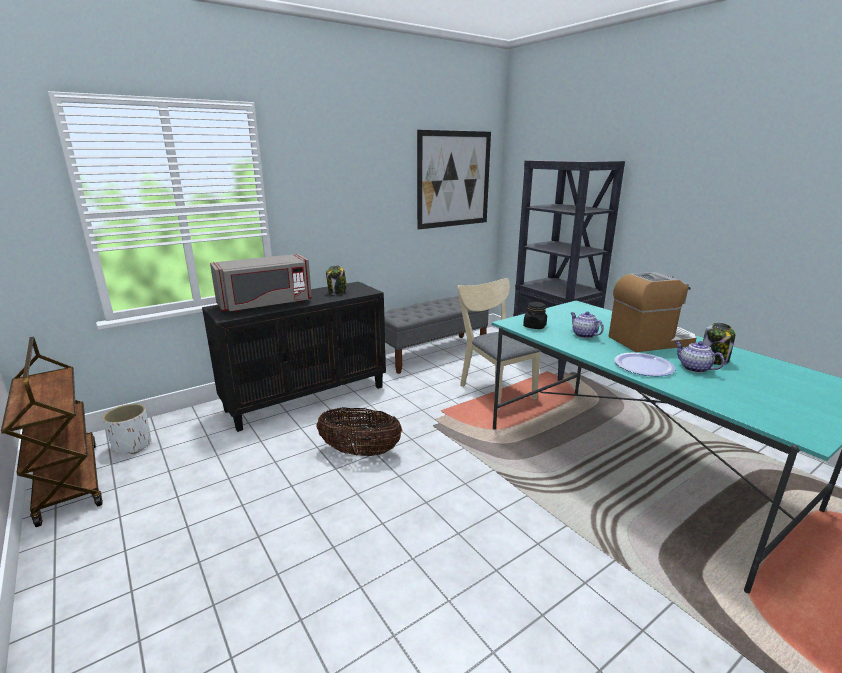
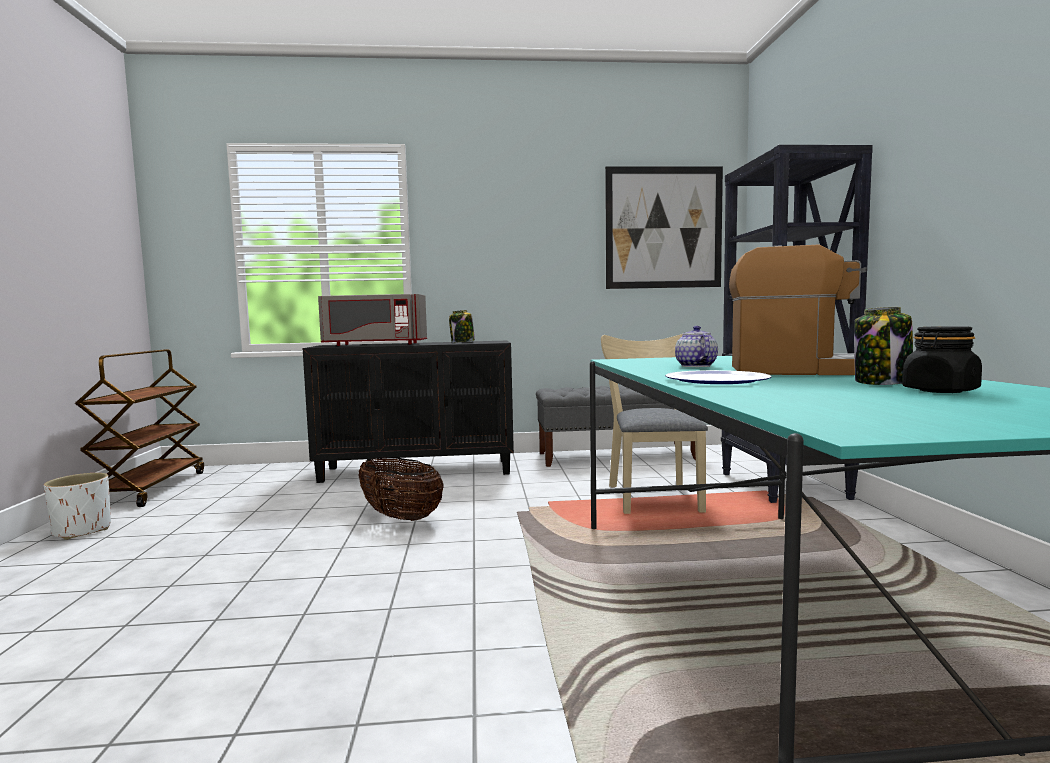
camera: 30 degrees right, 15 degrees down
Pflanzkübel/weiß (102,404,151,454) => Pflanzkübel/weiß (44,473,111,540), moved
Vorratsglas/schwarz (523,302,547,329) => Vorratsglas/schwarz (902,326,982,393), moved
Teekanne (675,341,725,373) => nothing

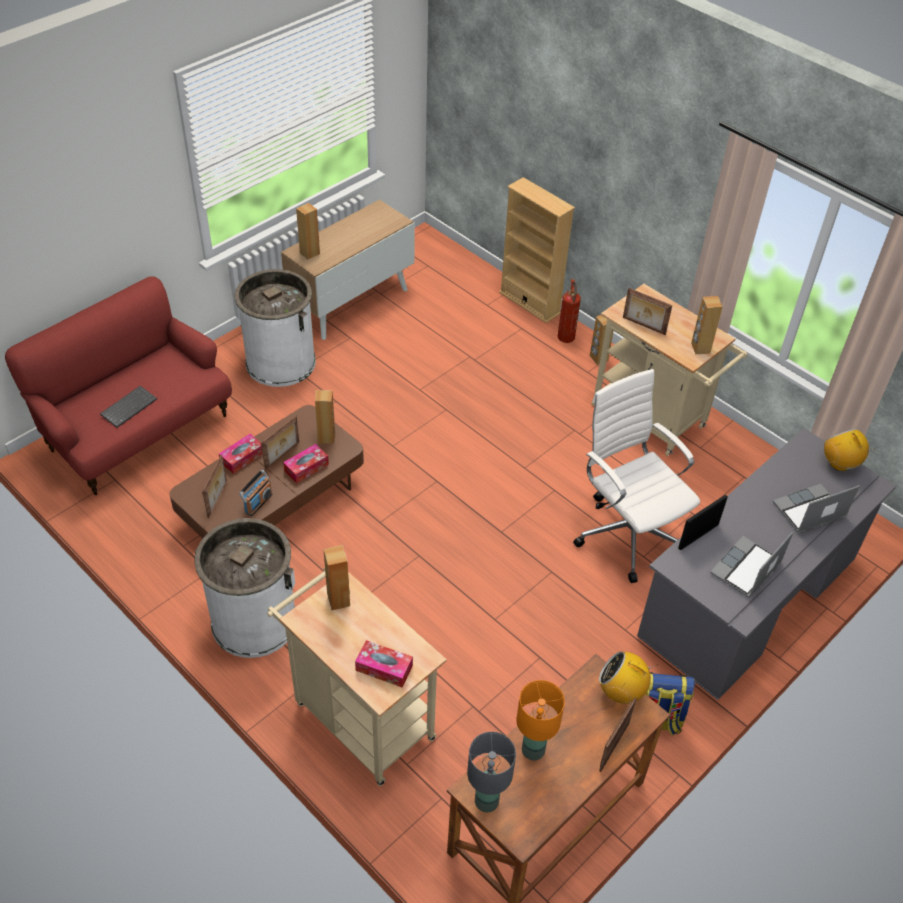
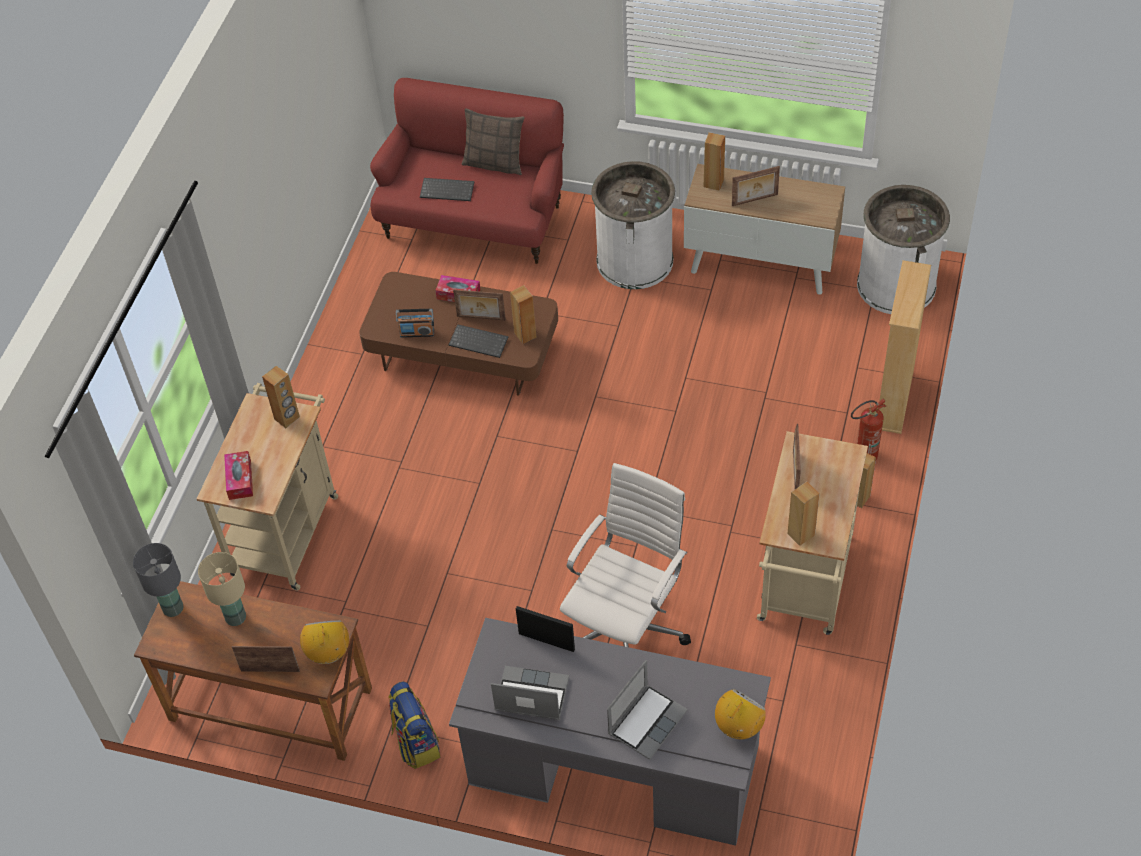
camera: 65 degrees right, 5 degrees up
Tischlampe/orange (516,680,565,761) => Tischlampe/beige (198,552,246,626)
Taschentuchbox (283,444,329,484) => Tastatur (449,324,508,358)
nothing => Kissen (462,108,525,175)
Laptop (773,484,860,534) => Laptop (607,660,688,760), 90 degrees clockwise
Bilderrahmen (202,454,227,518) => Bilderrahmen (732,166,780,206), moved
Mülleimer/weiß (194,518,295,658) => Mülleimer/weiß (857,185,950,314), moved

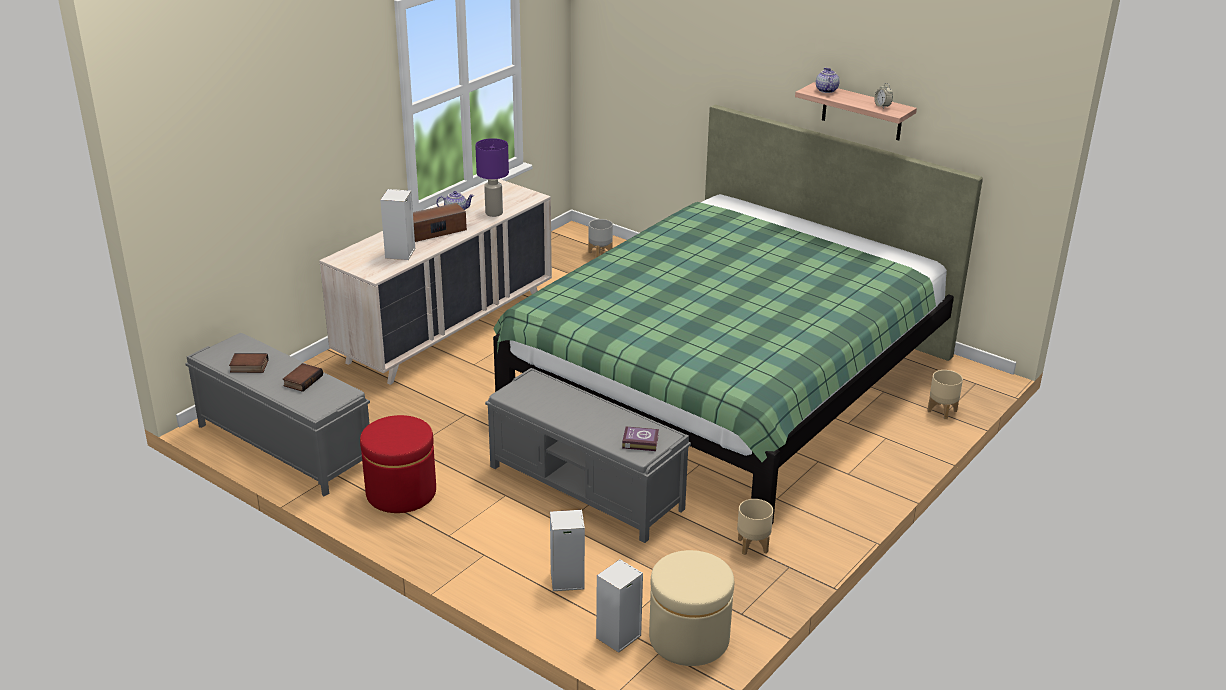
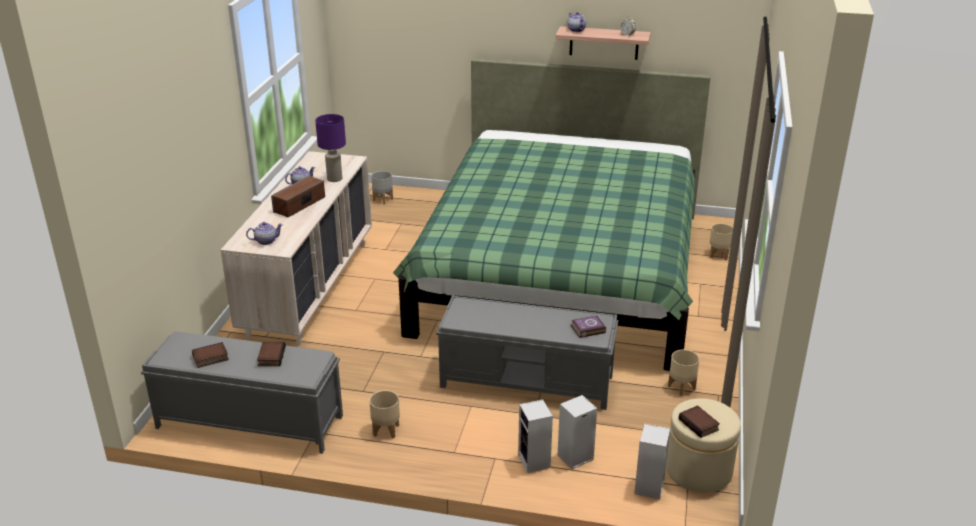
camera: 25 degrees left, 0 degrees up
nothing => Teekanne (246,222,283,245)
Polsterhocker/rot (360,415,436,513) => Pflanzkübel/beige (369,390,400,439)
Lautsprecher (380,189,415,260) => Lautsprecher (518,399,553,473), moved
nothing => Buch (679,405,720,438)

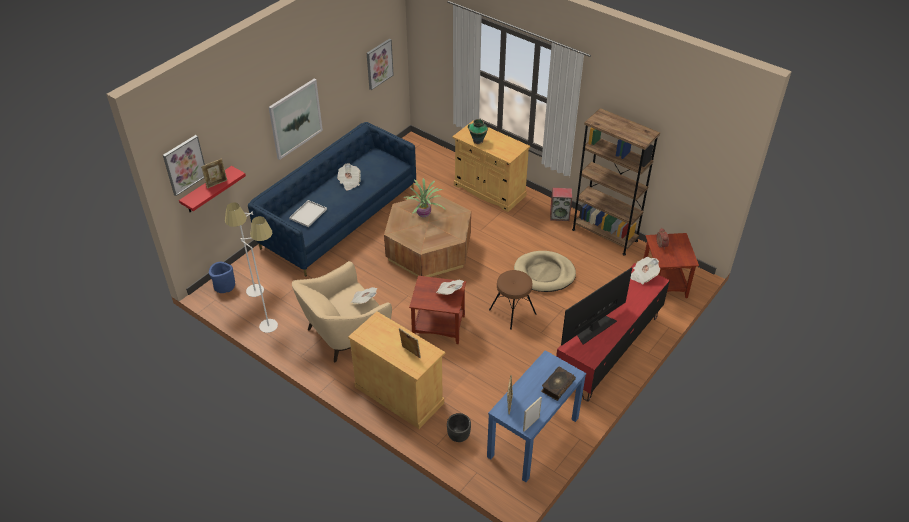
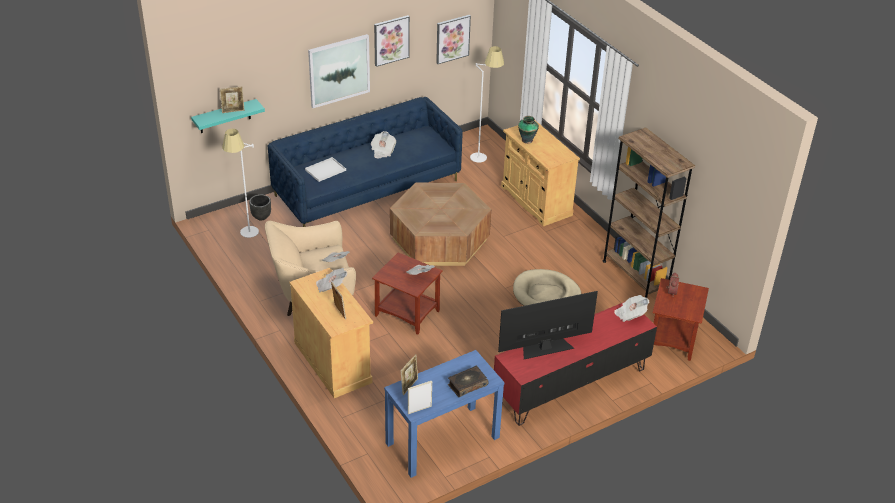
camera: 20 degrees right, 5 degrees down
Wandregal/rot (179,166,246,212) => Wandregal/türkis (191,99,265,133)
Pflanzkübel/schwarz (447,413,471,442) => Pflanzkübel/schwarz (249,195,271,220), moved
nothing => Zeitung (316,268,347,293)
Bild (163,135,205,196) => Bild (374,15,410,67), moved
Stehlampe/weiß (241,216,278,333) => Stehlampe/weiß (470,46,504,163), moved
Pflanzkübel/blau (209,262,235,293) => nothing
Topfpflanze (404,178,446,217) => nothing
Hocker/braun (489,270,536,330) => nothing
Lautsprecher (550,188,572,221) => nothing

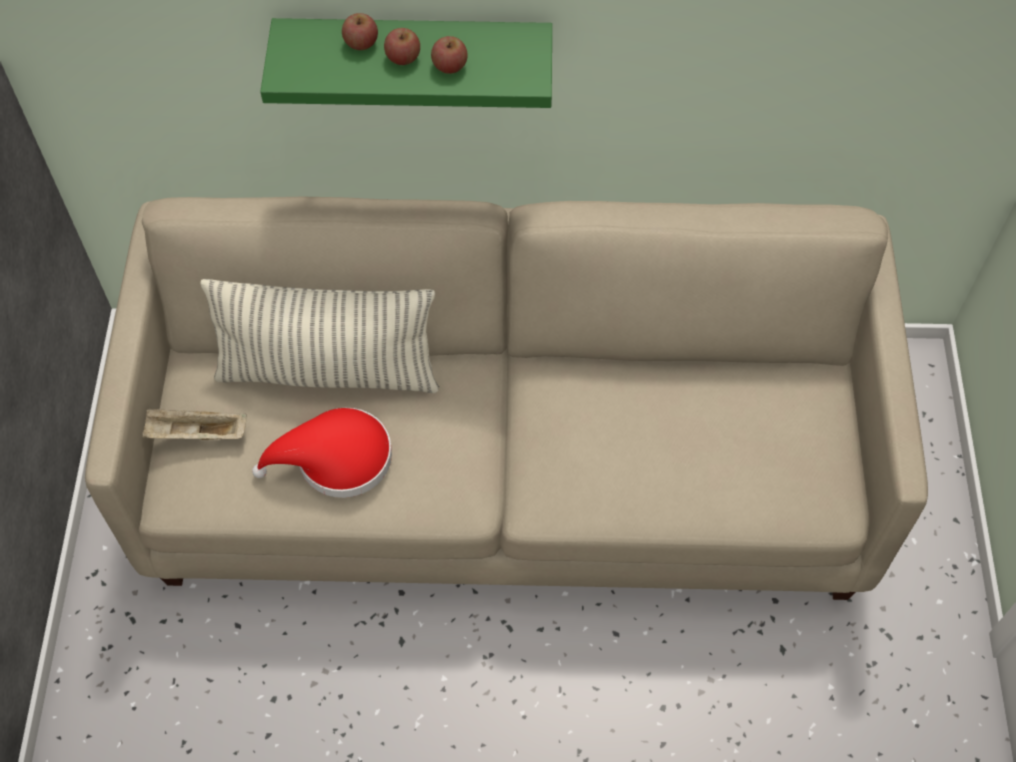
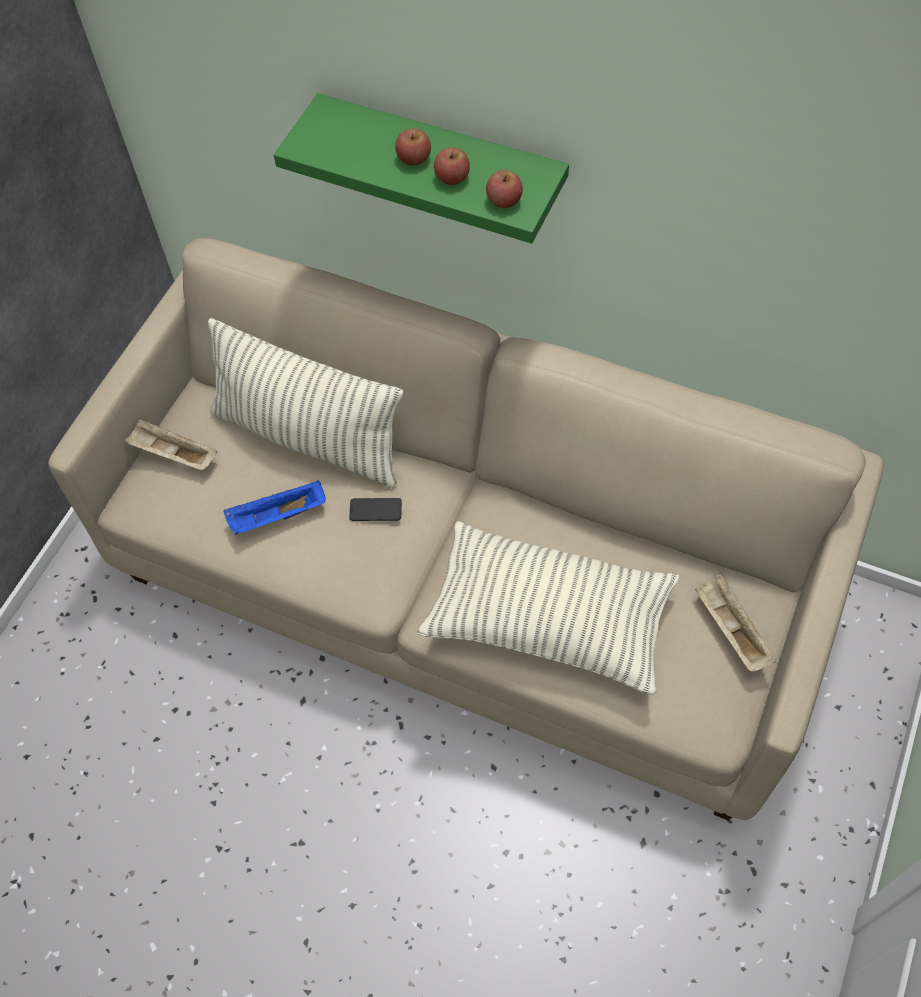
camera: 25 degrees right, 0 degrees up
Hut/rot (252,408,392,498) => Tablett/blau (223,480,326,535)
nothing => Handy (349,498,402,521)
nothing => Kissen (418,521,679,695)
Apfel (342,13,378,50) => Apfel (486,170,523,208), moved
nothing => Tablett/beige (695,573,776,672)

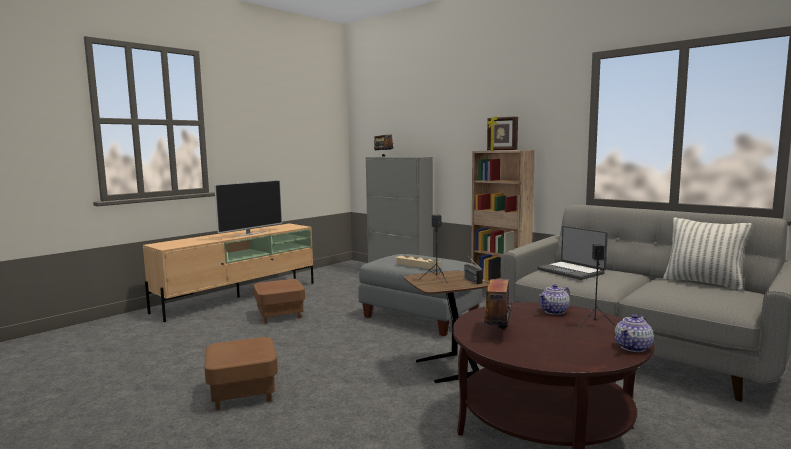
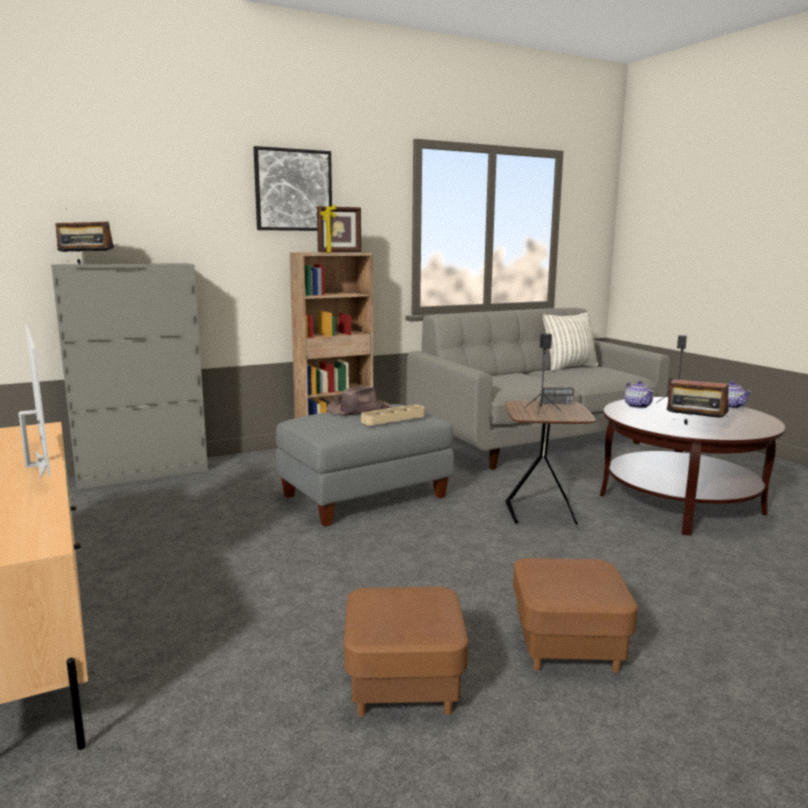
camera: 70 degrees left, 5 degrees up
nothing => Bild (254,146,332,231)
nothing => Hut/braun (326,385,392,416)
Polsterhocker/braun (253,279,305,323) => Polsterhocker/braun (344,587,468,717), moved
Laptop (537,226,608,280) => nothing

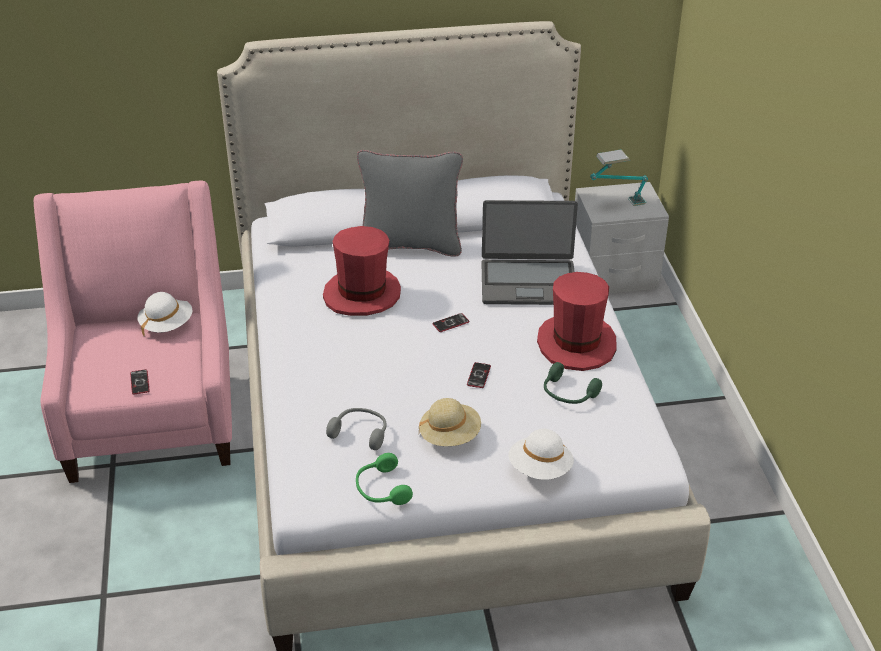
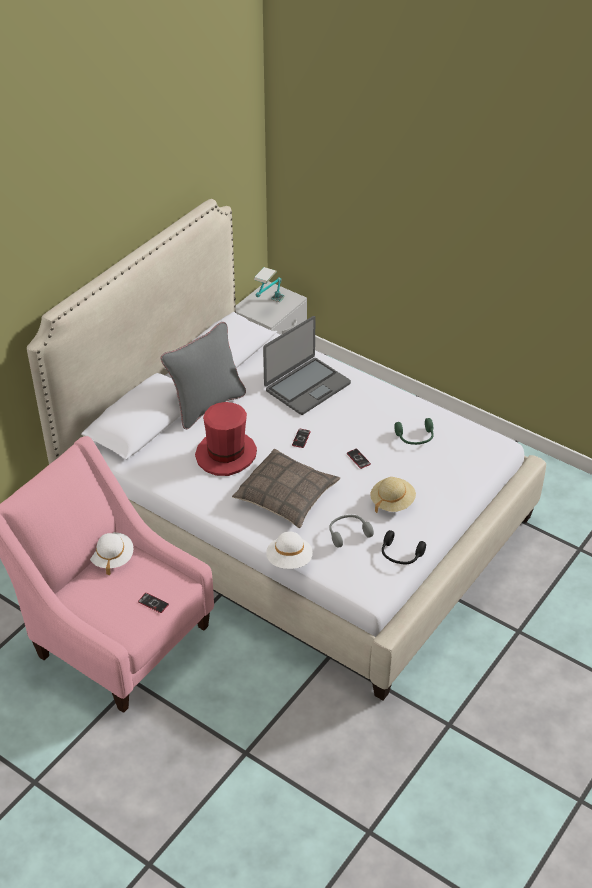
camera: 45 degrees left, 5 degrees up
nothing => Kissen (232,449,340,528)
Hut/weiß (508,429,574,480) => Hut/weiß (266,532,313,569), moved
Kopfhörer/grün (356,453,413,505) => Kopfhörer/schwarz (382,530,426,564)
Hut/rot (537,272,617,371) => nothing

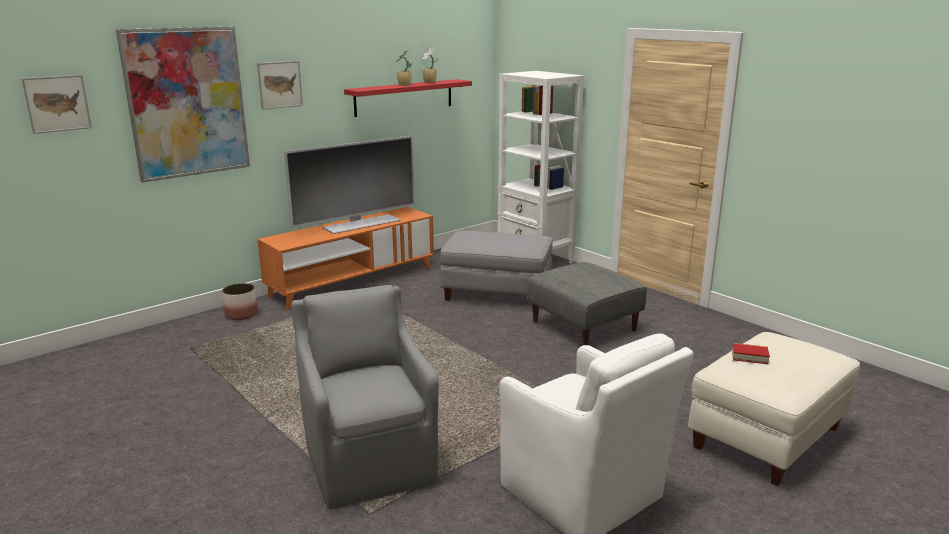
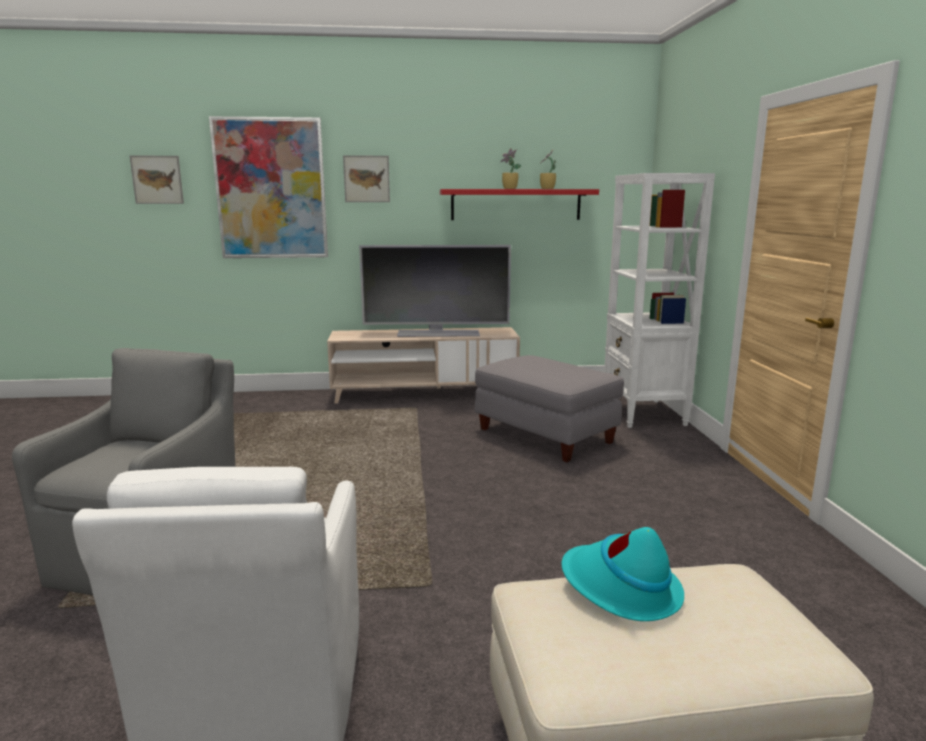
camera: 35 degrees right, 5 degrees down
Fernsehschrank/orange (257,207,434,309) => Fernsehschrank/beige (327,327,520,403)
Buch (732,343,770,364) => Hut/türkis (562,527,684,621)
Pflanzkübel (222,283,258,320) => nothing
Polsterhocker/grau (527,262,647,345) => nothing

